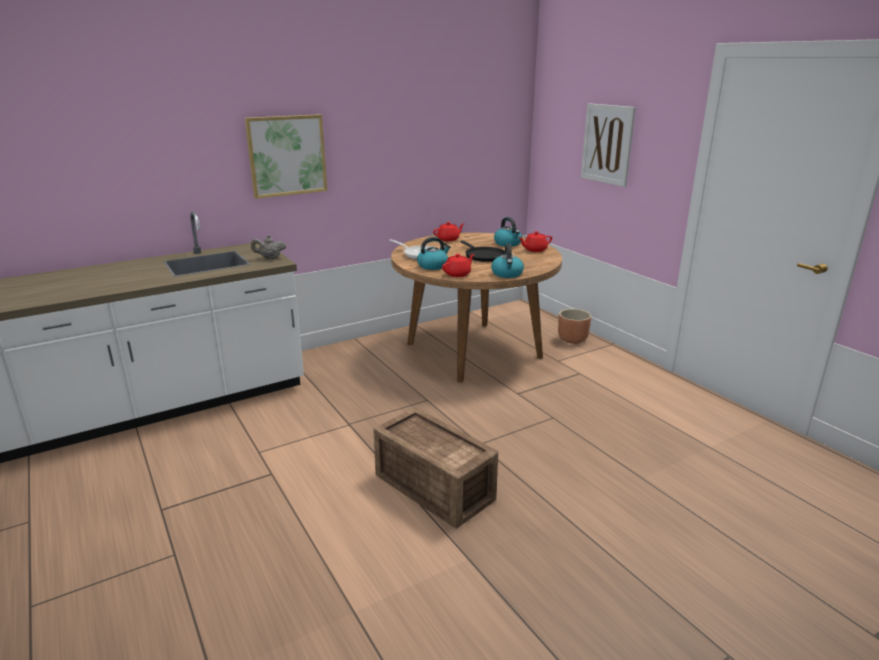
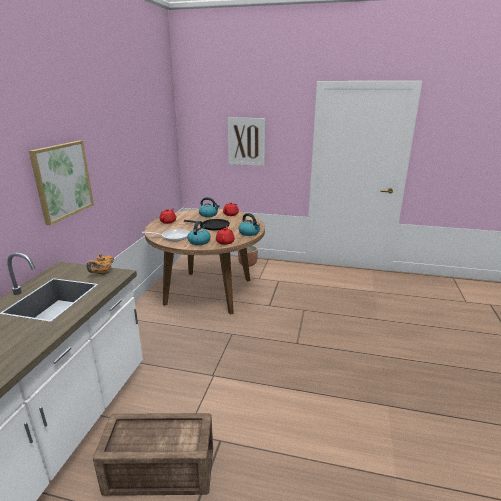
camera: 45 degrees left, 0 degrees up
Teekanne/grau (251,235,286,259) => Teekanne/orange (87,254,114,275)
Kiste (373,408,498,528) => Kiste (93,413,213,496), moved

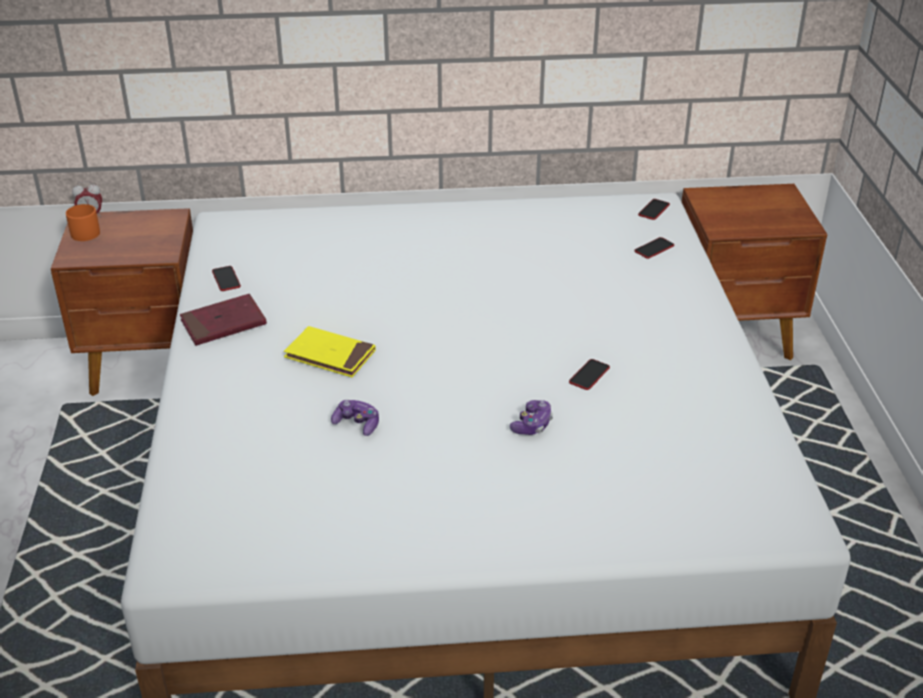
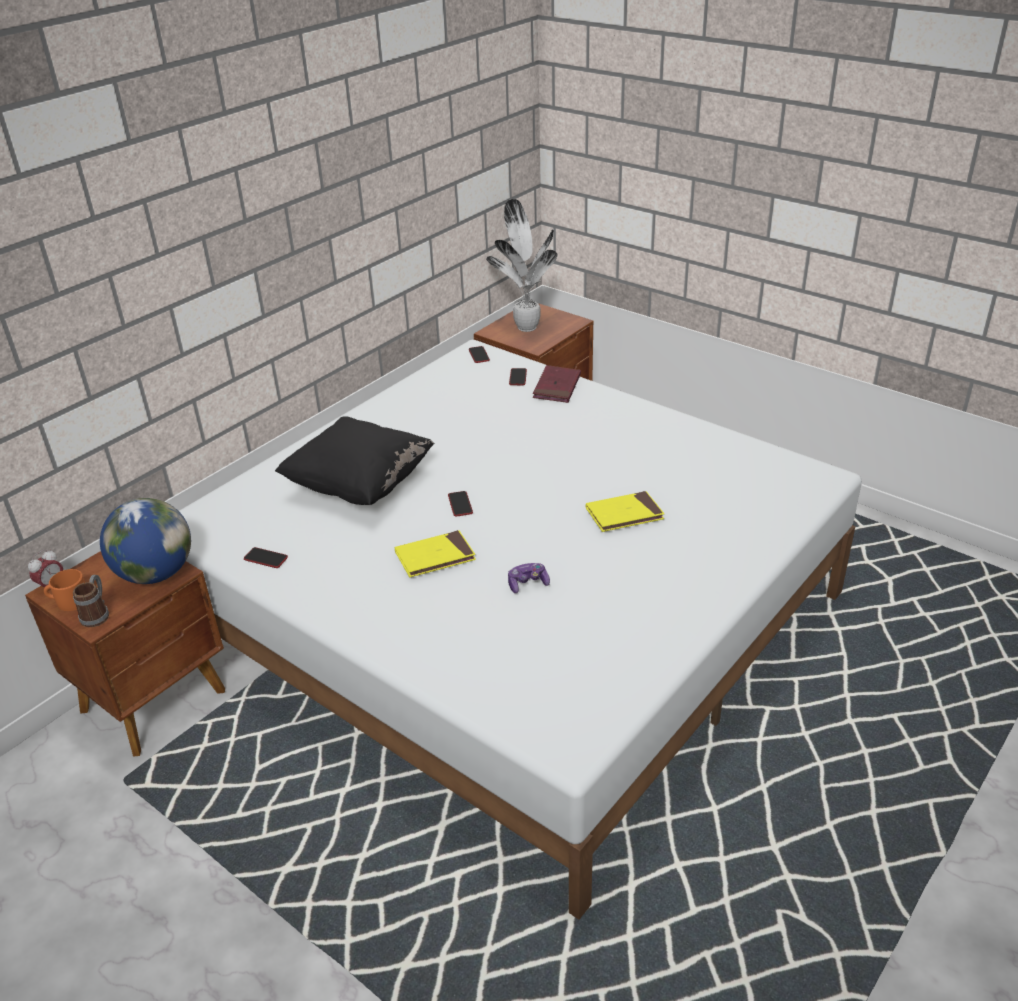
camera: 45 degrees left, 0 degrees up
nothing => Henkelbecher (73,575,109,627)
nothing => Globus (100,498,191,584)
nothing => Kissen/schwarz (275,416,435,505)
Handy (569,359,610,390) => Handy (448,491,473,517), moved
nothing => Topfpflanze (486,199,557,332)
Buch/rot (180,294,267,346) => Buch/rot (533,365,581,403), moved
Gamepad (510,400,553,435) => Buch/gelb (586,491,664,532)

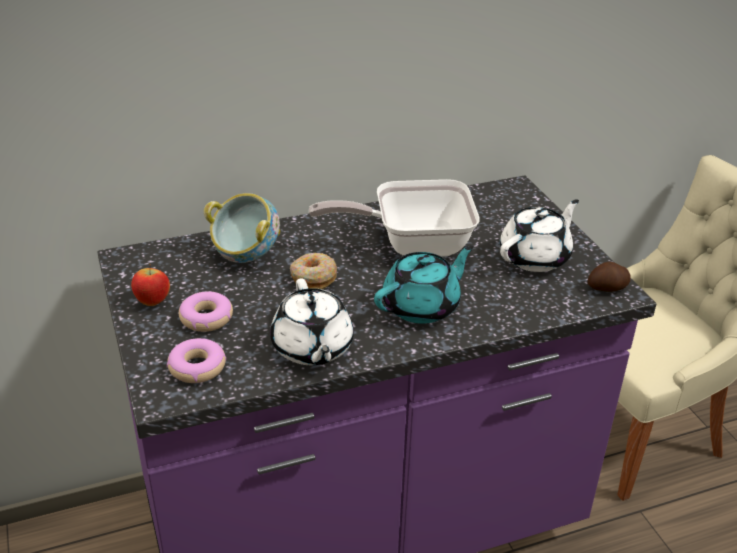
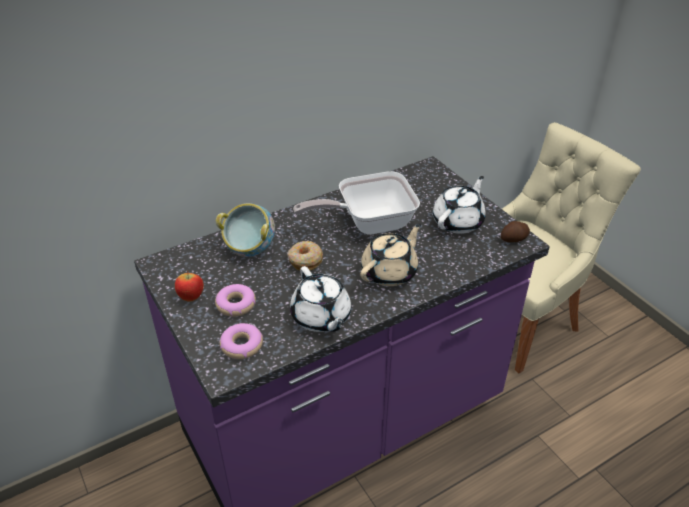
camera: 10 degrees left, 5 degrees up
Teekanne/türkis (374,245,474,324) => Teekanne/beige (360,223,421,286)

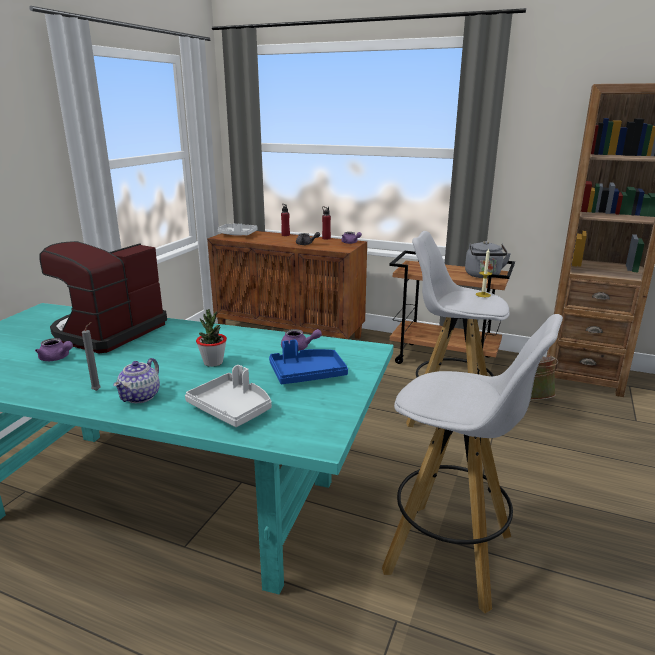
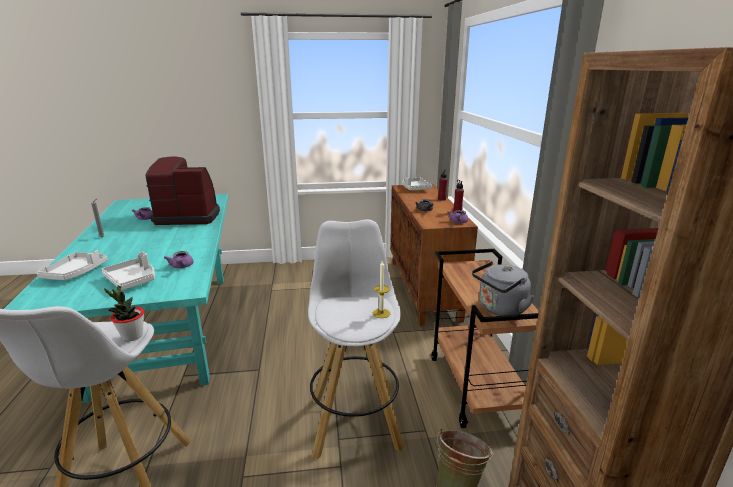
camera: 60 degrees right, 0 degrees up
Tablett/blau (269,340,348,384) => Tablett/grau (101,252,155,290)
Topfpflanze (196,309,227,367) => Topfpflanze (104,286,144,341), moved
Teekanne (113,358,160,403) => nothing

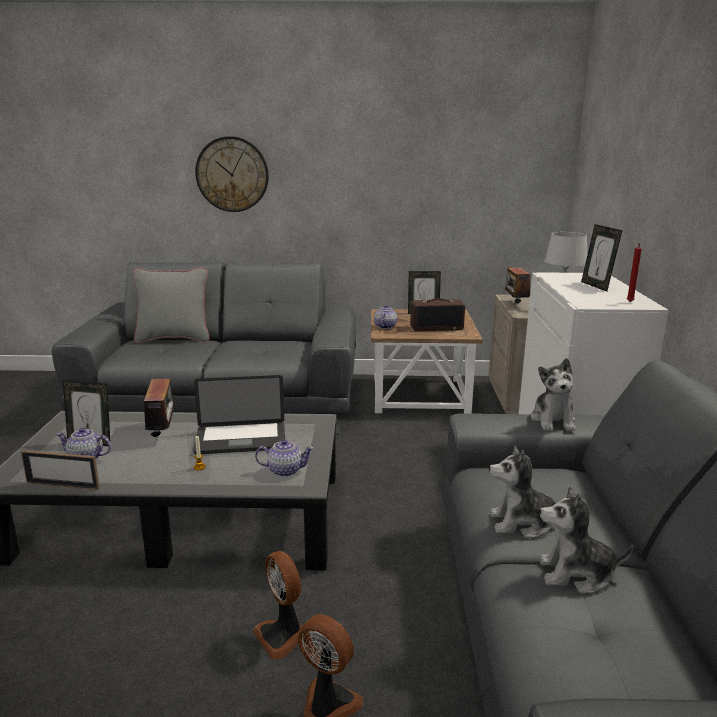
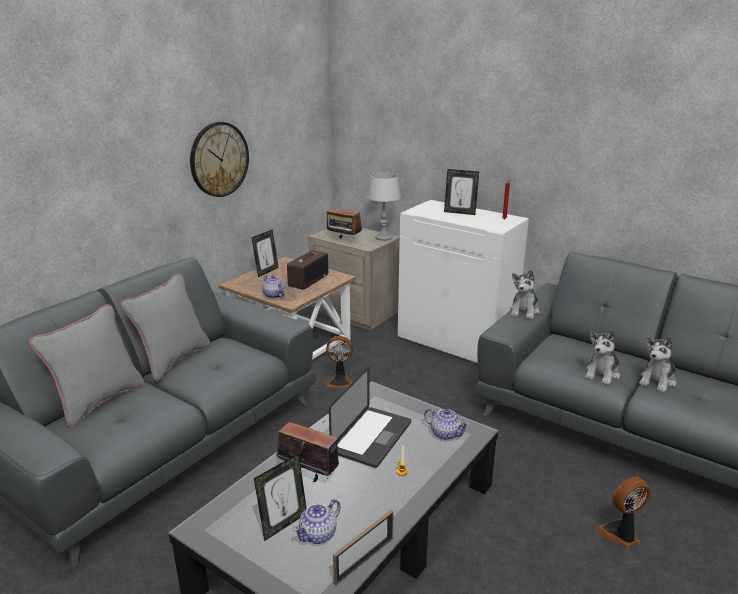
camera: 55 degrees left, 5 degrees up
nothing => Kissen/grau (121,273,210,381)
Wanduhr (195,136,269,212) => Wanduhr (190,122,249,197), moved
Ventilator (252,551,302,659) => Ventilator (325,336,353,389), moved
Teekanne (255,439,314,477) => Teekanne (424,408,470,440), 90 degrees clockwise
Plüschtier (531,358,576,431) => Plüschtier (510,270,540,319), 75 degrees clockwise

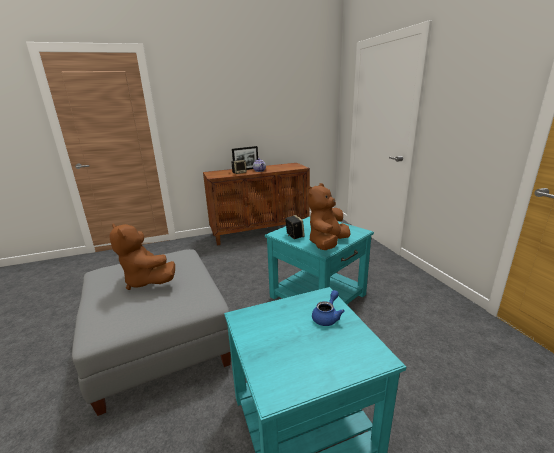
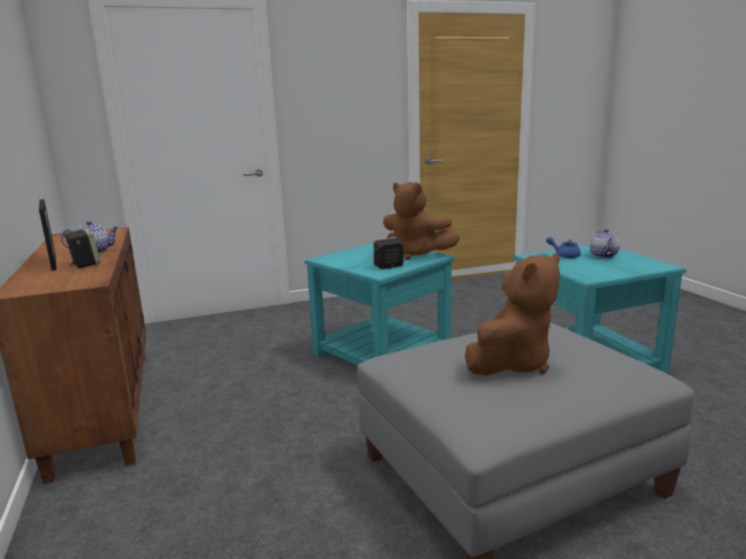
camera: 90 degrees left, 5 degrees down
nothing => Teekanne (590,229,620,258)

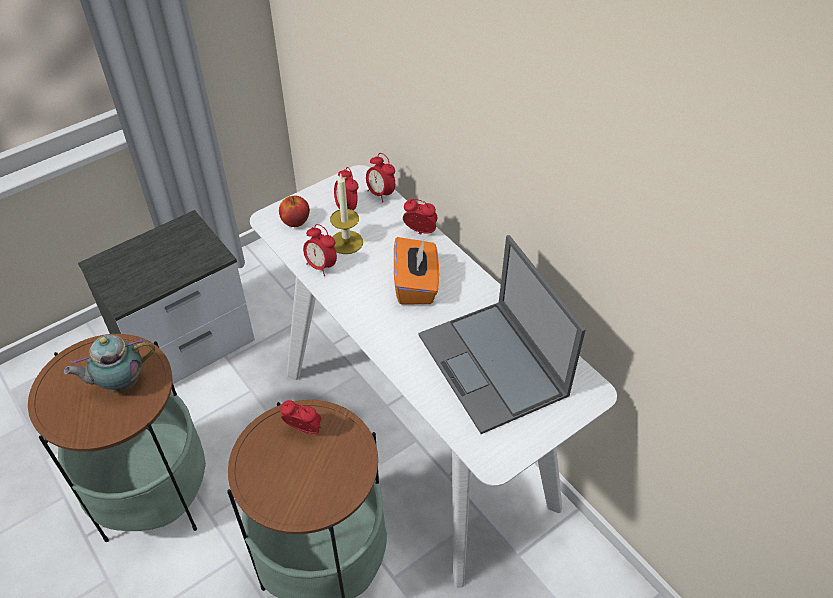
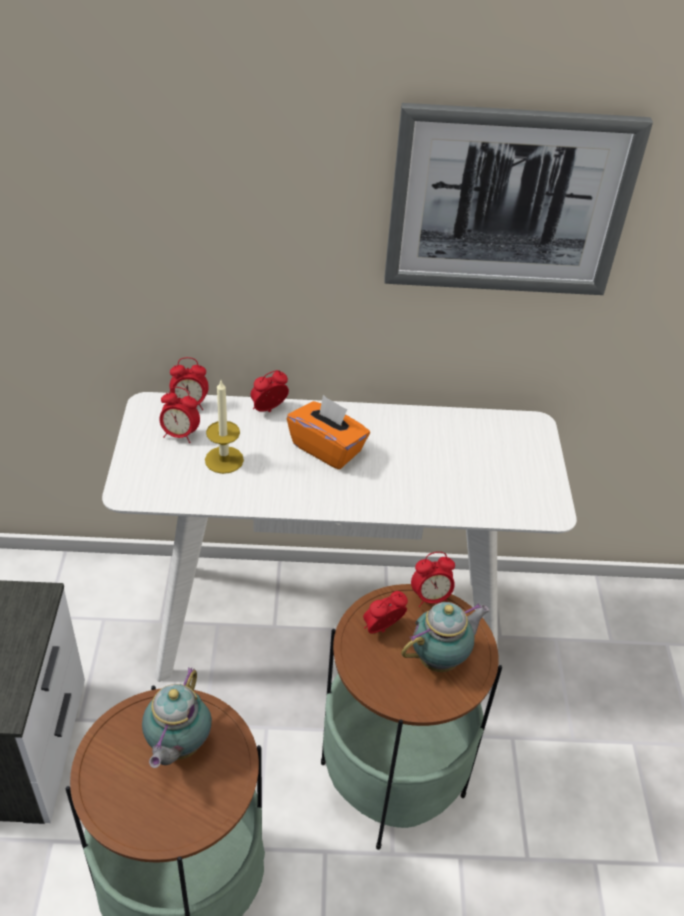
camera: 55 degrees left, 5 degrees down
nothing => Bild (384,103,653,295)
nothing => Teekanne (401,602,490,672)
Wecker (303,224,337,276) => Wecker (411,552,455,607), moved
Apfel (279,196,310,227) => nothing
Laptop (418,235,586,434) => nothing

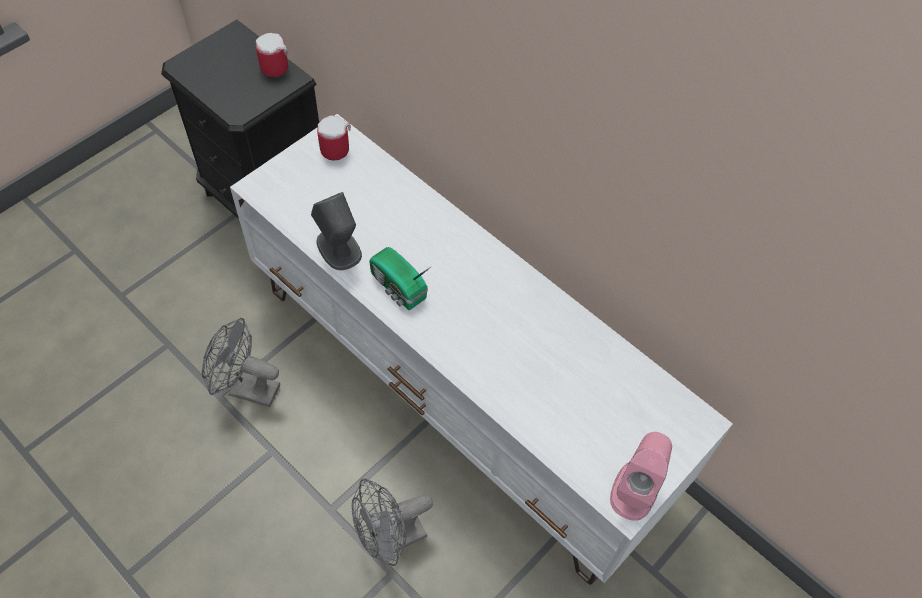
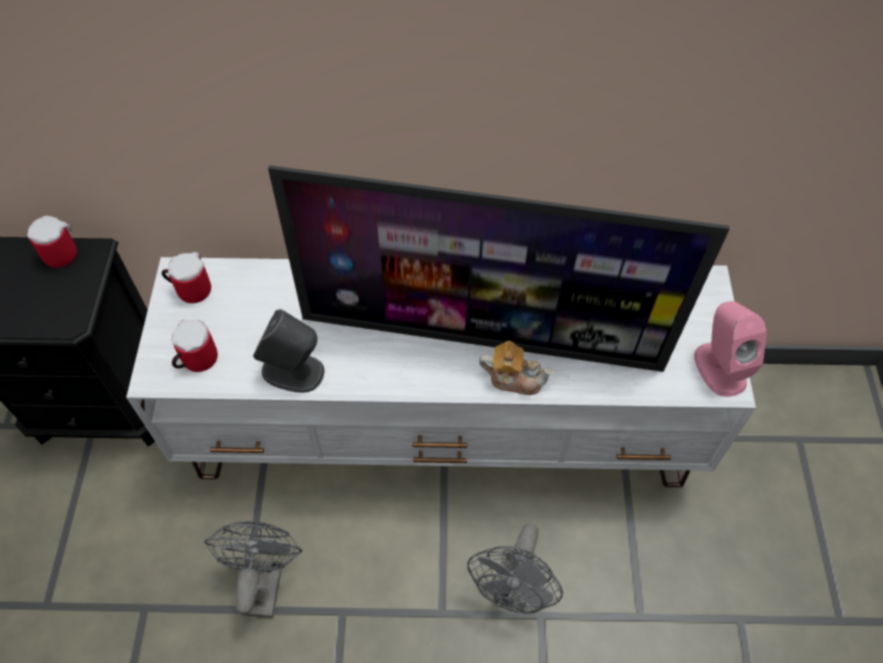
camera: 40 degrees left, 0 degrees up
nothing => Henkelbecher (171,319,218,372)
Ventilator/grau (202,318,280,407) => Ventilator/grau (204,521,302,618), 120 degrees clockwise
nothing => Fernseher (268,165,730,372)
nothing => Teekanne (479,341,554,395)
Radio (369,247,431,310) => nothing

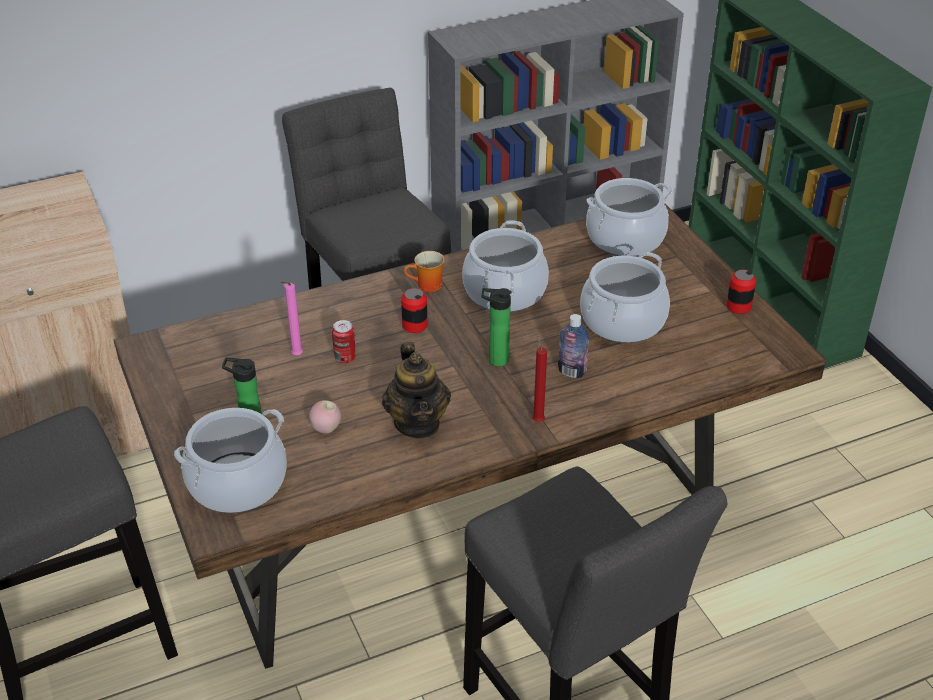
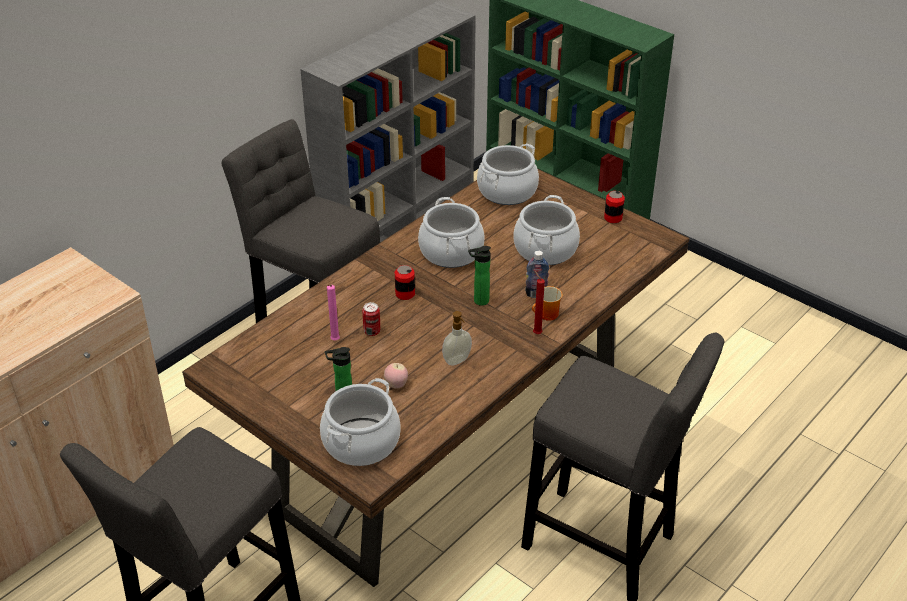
camera: 25 degrees left, 0 degrees up
Teekanne (382,342,451,438) => Seifenspender (442,311,472,365)
Henkelbecher (404,251,445,292) => Henkelbecher (532,286,562,321), moved

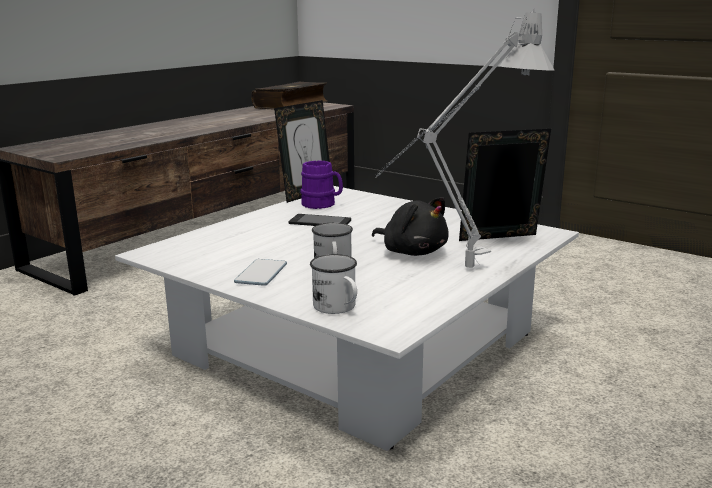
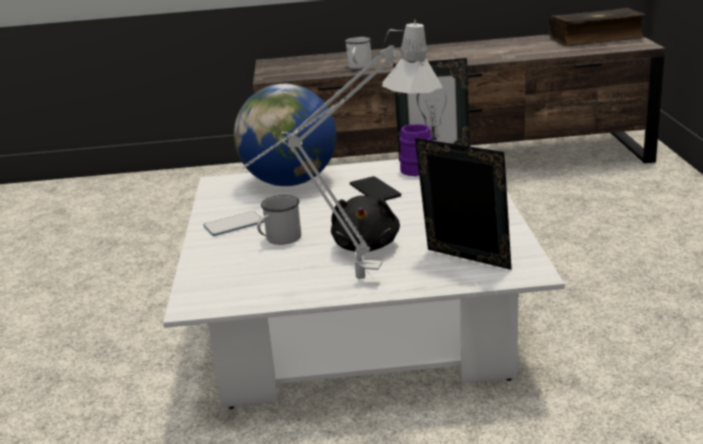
camera: 50 degrees right, 5 degrees up
nothing => Globus (234,84,336,186)
Henkelbecher/weiß (310,254,357,314) => Henkelbecher/weiß (345,37,371,69), moved

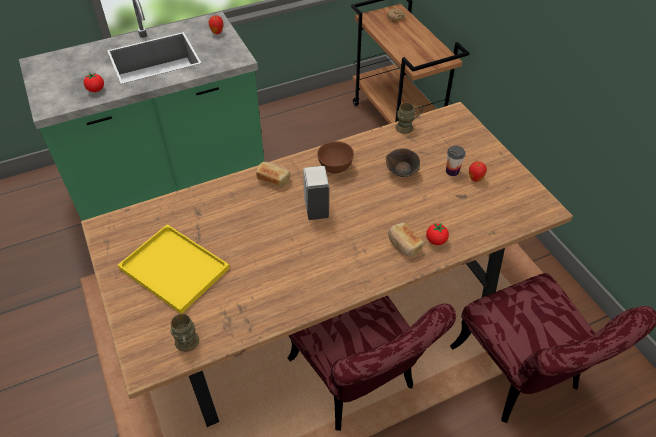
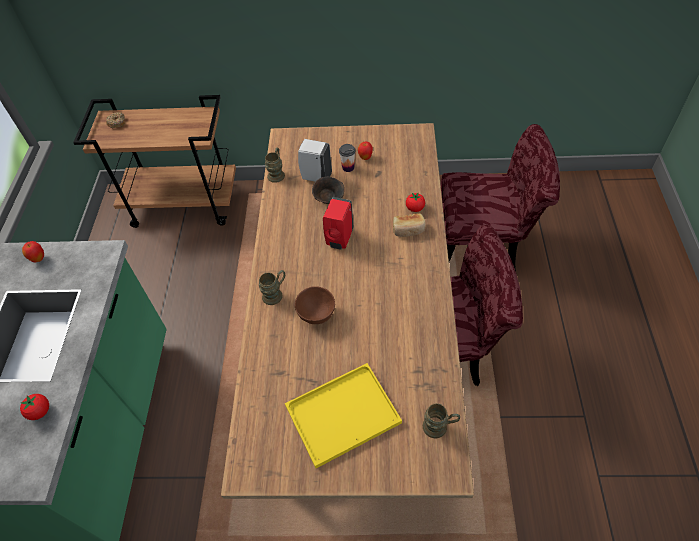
camera: 60 degrees left, 5 degrees up
Brot (256,162,291,188) => Henkelbecher/braun (259,270,285,305)
Schüssel/braun (317,141,354,173) => Schüssel/braun (295,286,335,324), moved
Seifenspender/weiß (303,166,329,220) => Seifenspender/weiß (298,139,332,182), moved
nothing => Seifenspender/rot (323,197,354,249)

